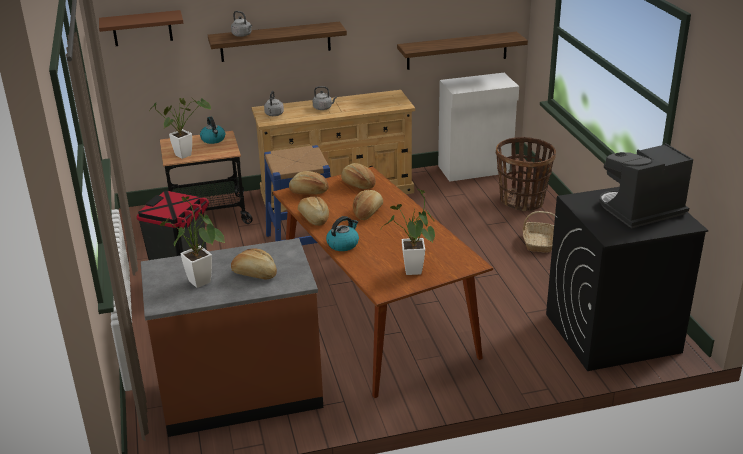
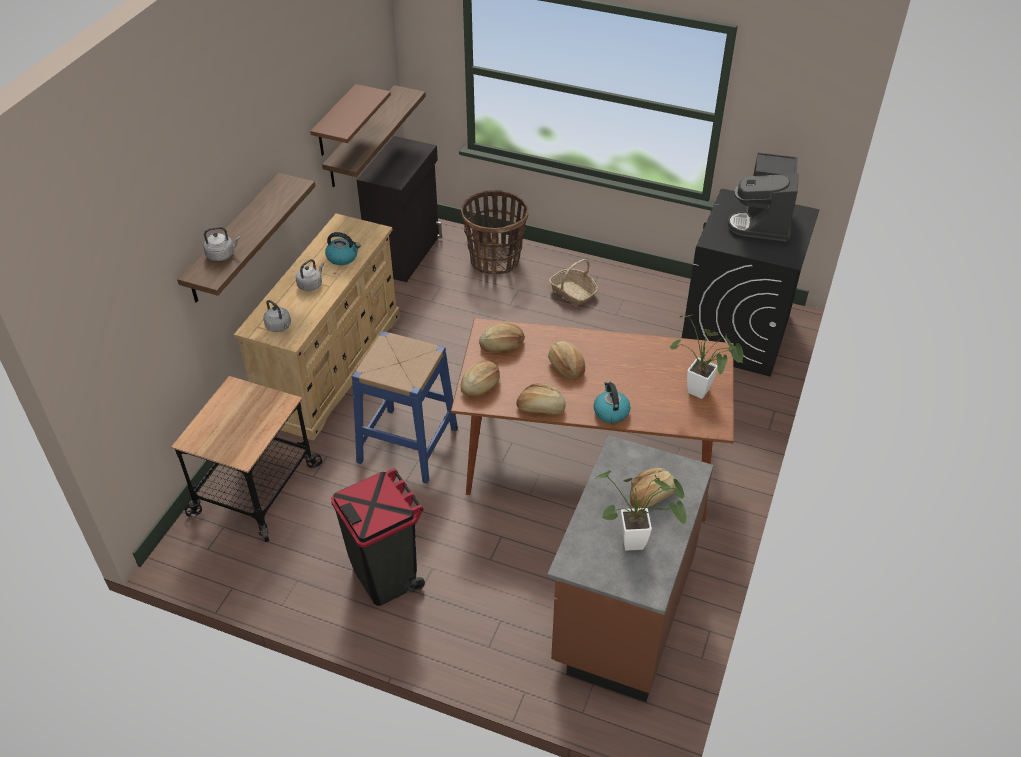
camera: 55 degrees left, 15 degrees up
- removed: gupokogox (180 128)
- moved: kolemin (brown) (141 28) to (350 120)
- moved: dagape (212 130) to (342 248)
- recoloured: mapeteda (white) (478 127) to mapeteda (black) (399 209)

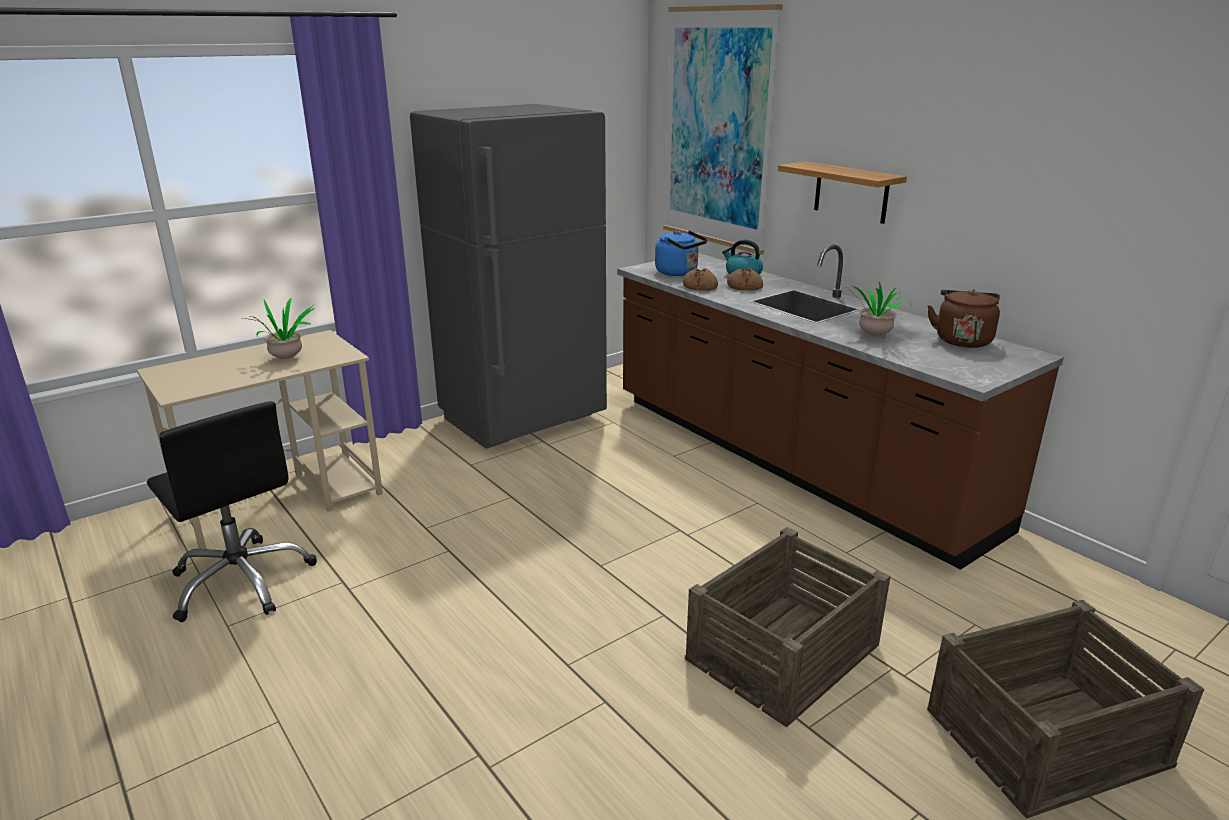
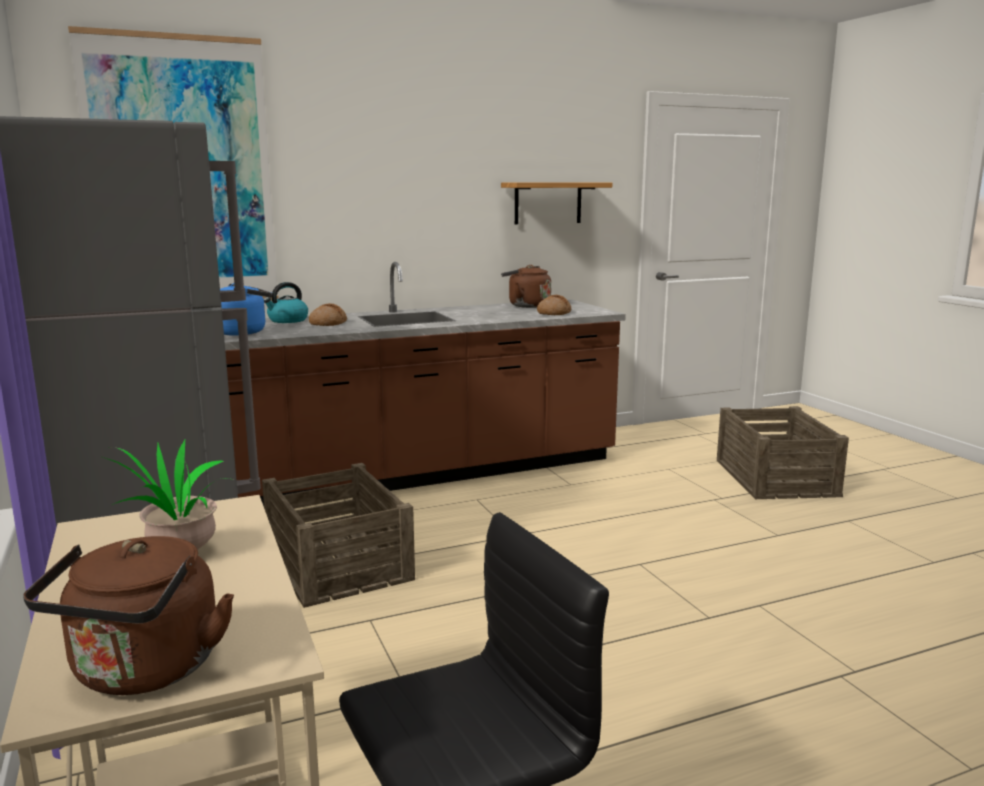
camera: 75 degrees left, 10 degrees down
- removed: gupokogox (877 309)
- added: dagape (brown) (128 615)
- moved: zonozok (700 279) to (554 305)
- moved: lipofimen (788 627) to (338 535)
- moved: kolemin (842 192) to (557 203)

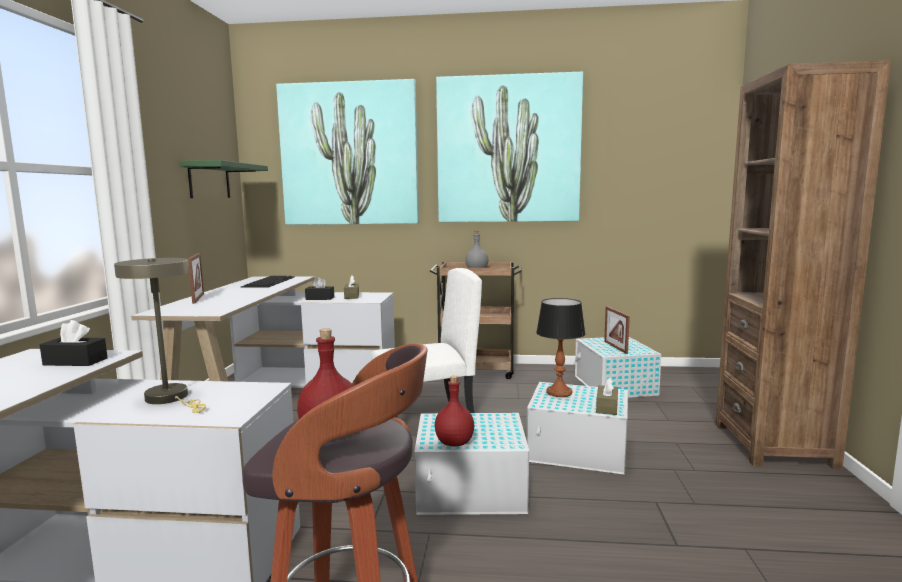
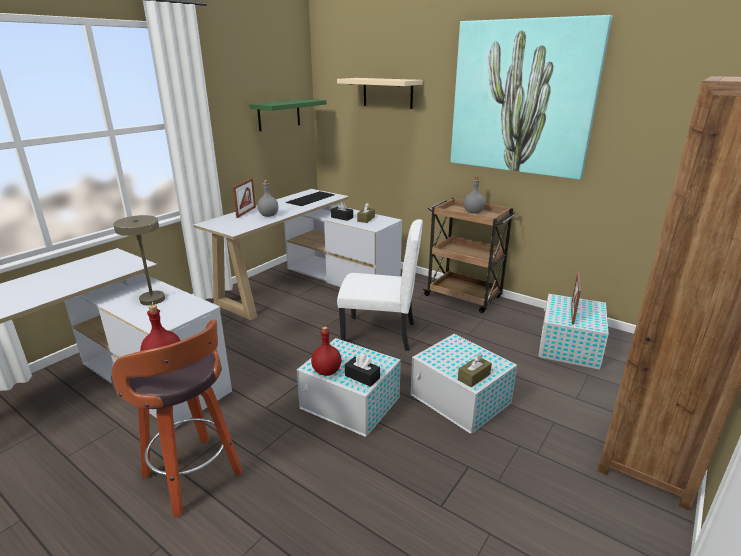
camera: 30 degrees right, 15 degrees up
- removed: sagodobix (560 347)
- added: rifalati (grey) (268 198)
- moved: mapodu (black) (74 343) to (362 370)
- replaced: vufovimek (347 152) to kolemin (beige) (380 93)

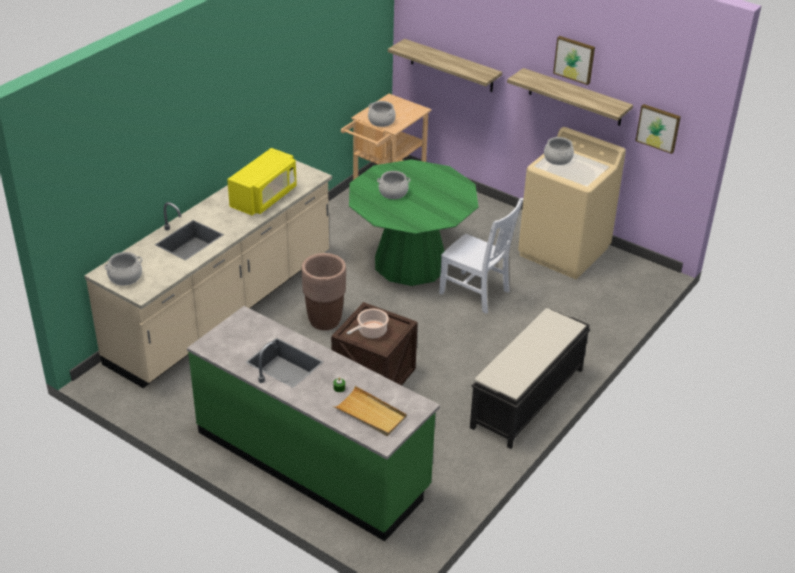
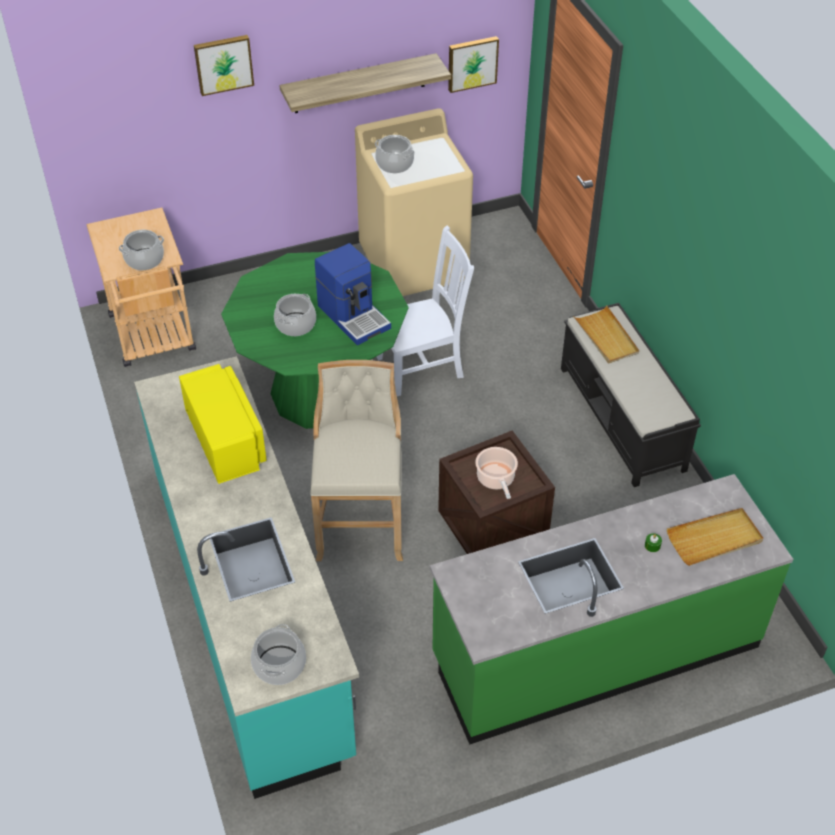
camera: 55 degrees left, 10 degrees up
- removed: kolemin (445 65)
- added: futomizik (353 294)
- added: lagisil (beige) (606 334)
- moved: vufovimek (574 60) to (224 65)
- replaced: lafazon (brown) (324 291) to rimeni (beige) (356 460)
- recoloured: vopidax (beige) (208 274) to vopidax (turquoise) (246 577)

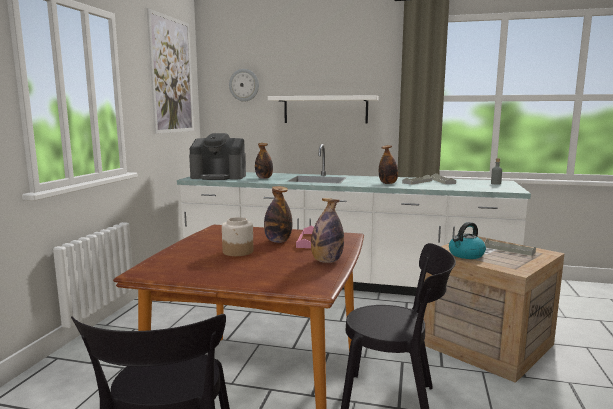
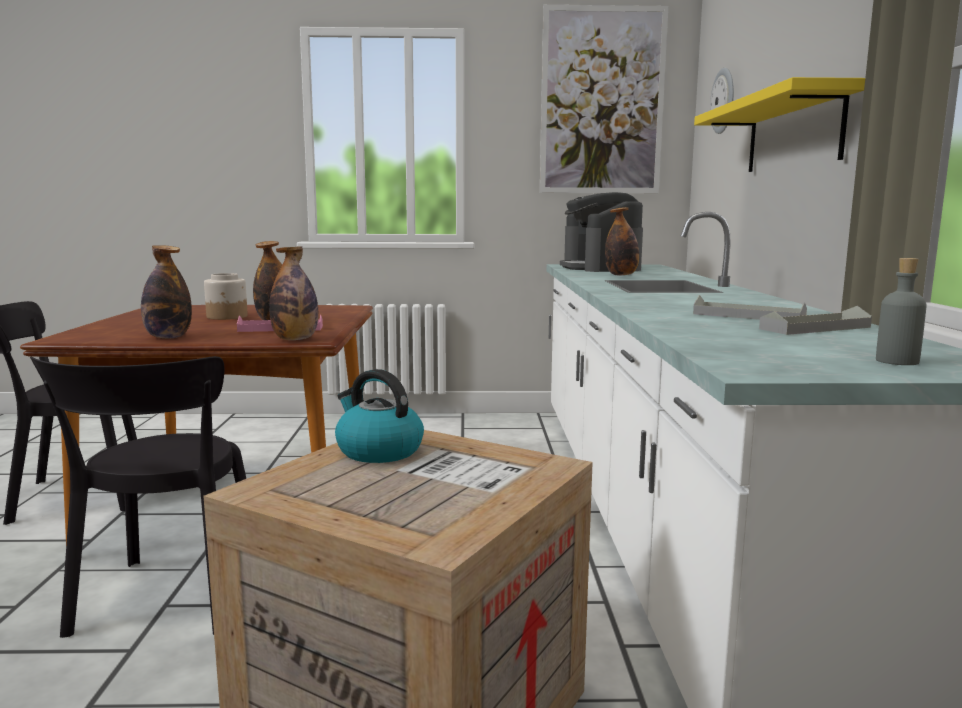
camera: 75 degrees right, 0 degrees up
- removed: lagisil (grey) (510 247)
- moved: rifalati (388 164) to (293 293)
- recoloured: kolemin (white) (323 109) to kolemin (yellow) (779 124)

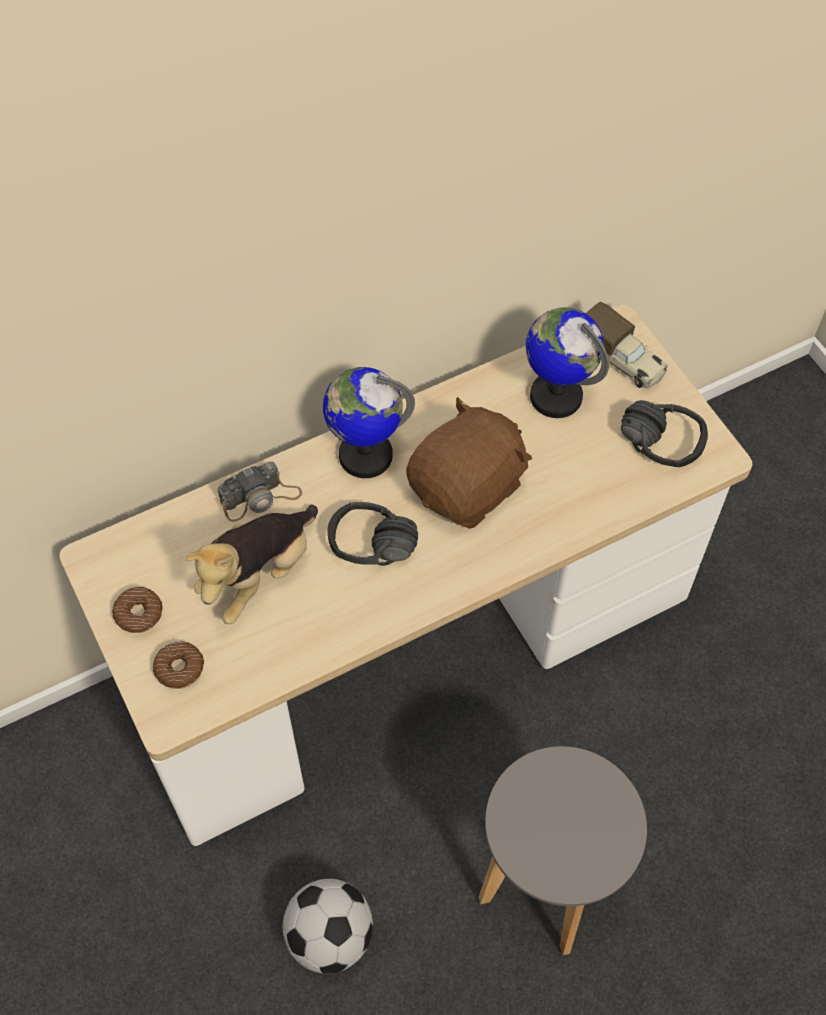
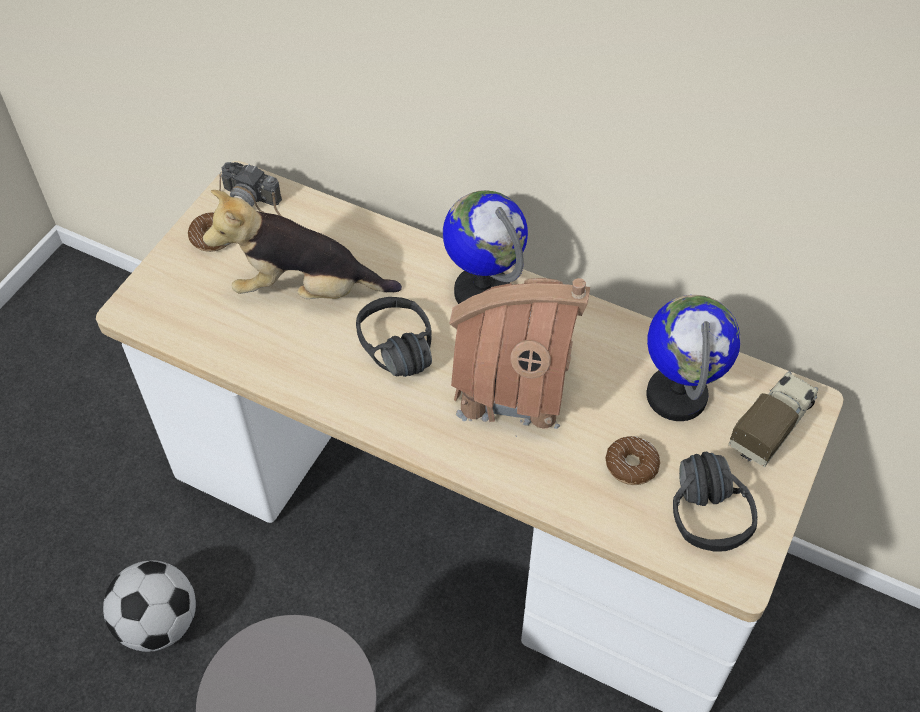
camera: 55 degrees right, 5 degrees down
- moved: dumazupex (178 665) to (633 460)
- moved: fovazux (259 492) to (250 189)
- replaced: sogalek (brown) (469 463) to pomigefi (519 357)
- turned: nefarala (627 345) = (773 419) 150 degrees counterclockwise

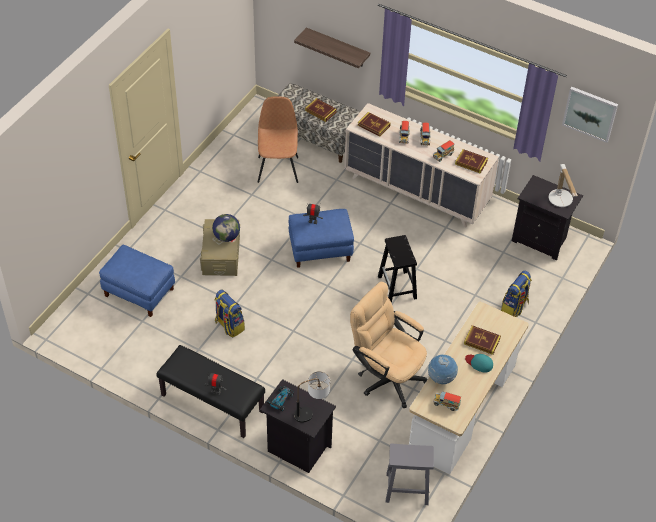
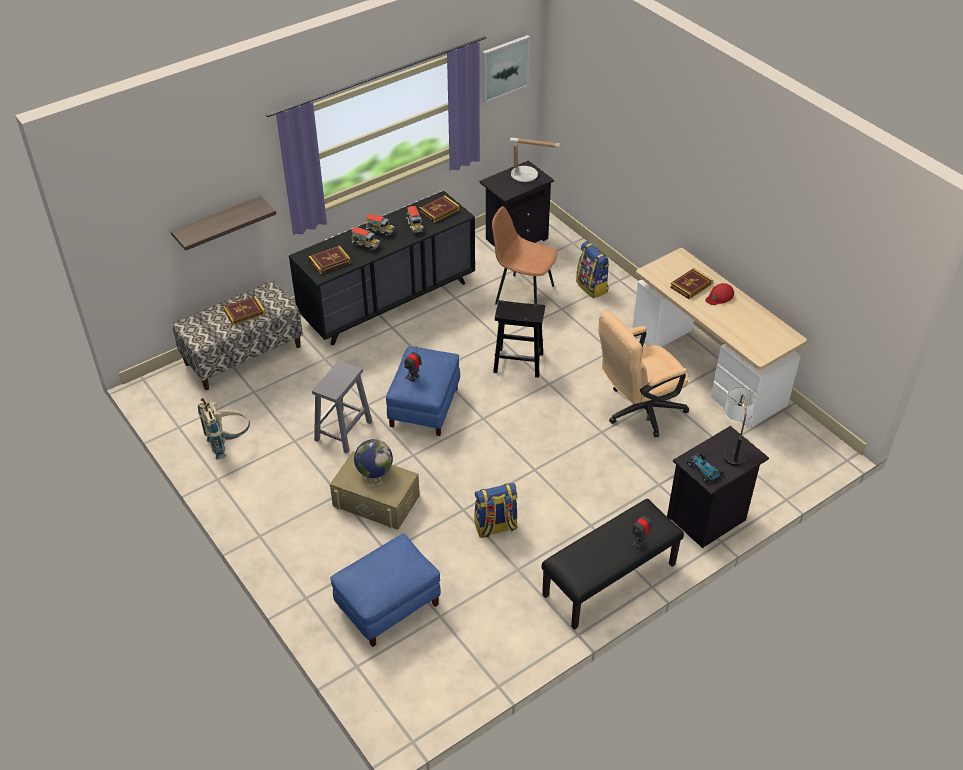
camera: 65 degrees left, 5 degrees down
- removed: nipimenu (443 370)
- removed: nefarala (447 401)
- added: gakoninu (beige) (224 429)
- moved: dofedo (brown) (278 140) to (524 255)
- moved: rimeni (grey) (410 474) to (342 406)
- recoloured: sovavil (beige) (421 165) to sovavil (black) (382 268)
- recoloured: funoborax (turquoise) (479 363) to funoborax (red) (719 294)

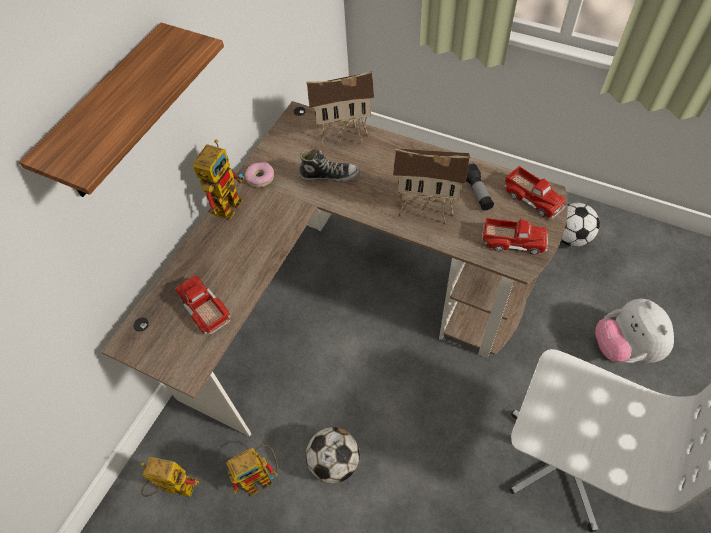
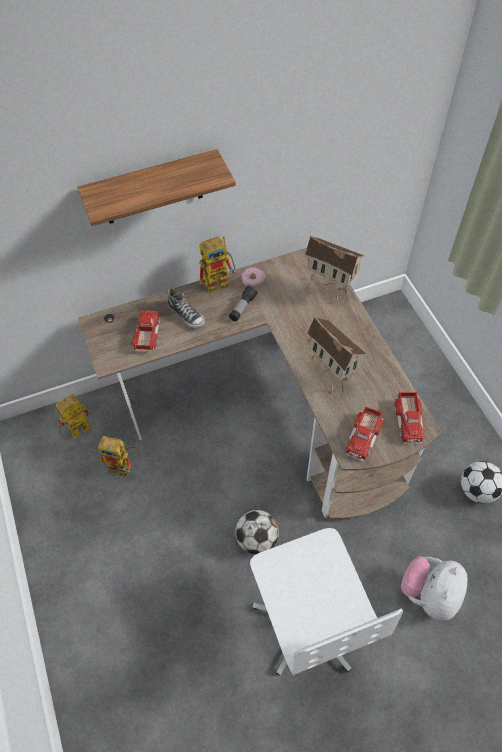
camera: 40 degrees right, 0 degrees up
- moved: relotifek (329 166) to (186 308)
- moved: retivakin (333 455) to (257 532)
- moved: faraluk (480 187) to (243 303)
- turned: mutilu (169 477) = (73 416) 90 degrees counterclockwise
- turned: nefarala (515 236) = (365 434) 60 degrees clockwise

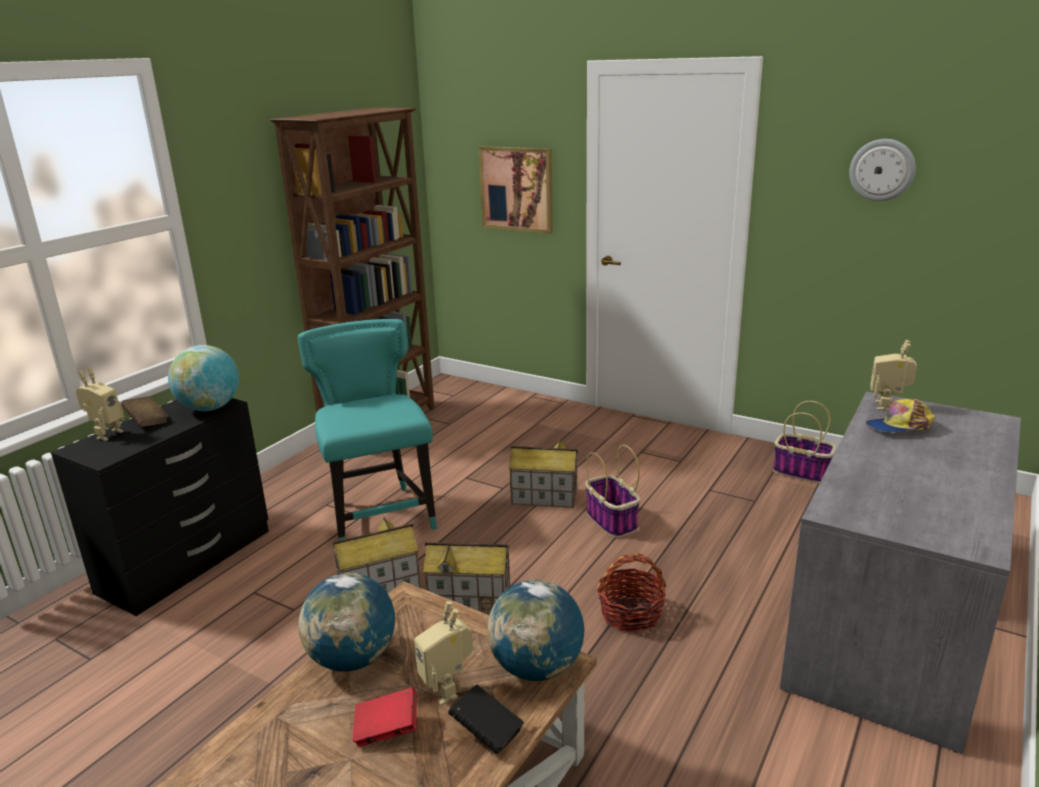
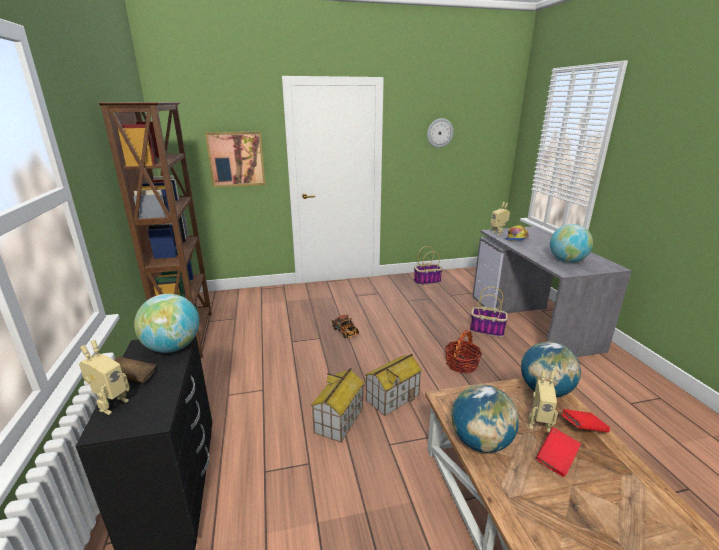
camera: 45 degrees left, 0 degrees up
- removed: dofedo (turquoise) (367 429)
- added: nipimenu (571 243)
- moved: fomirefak (612 491) to (489 312)
- replaced: pomigefi (543 473) to nefarala (345 326)
- recoloured: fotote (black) (486 719) to fotote (red) (585 421)
- turned: mutilu (100 404) = (104 377) 45 degrees clockwise

